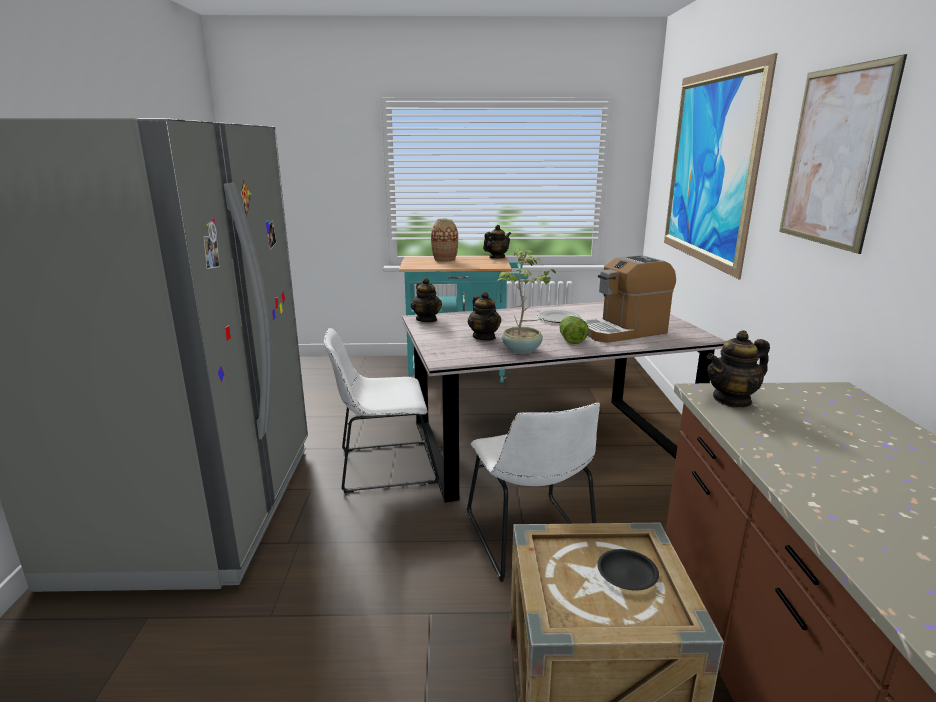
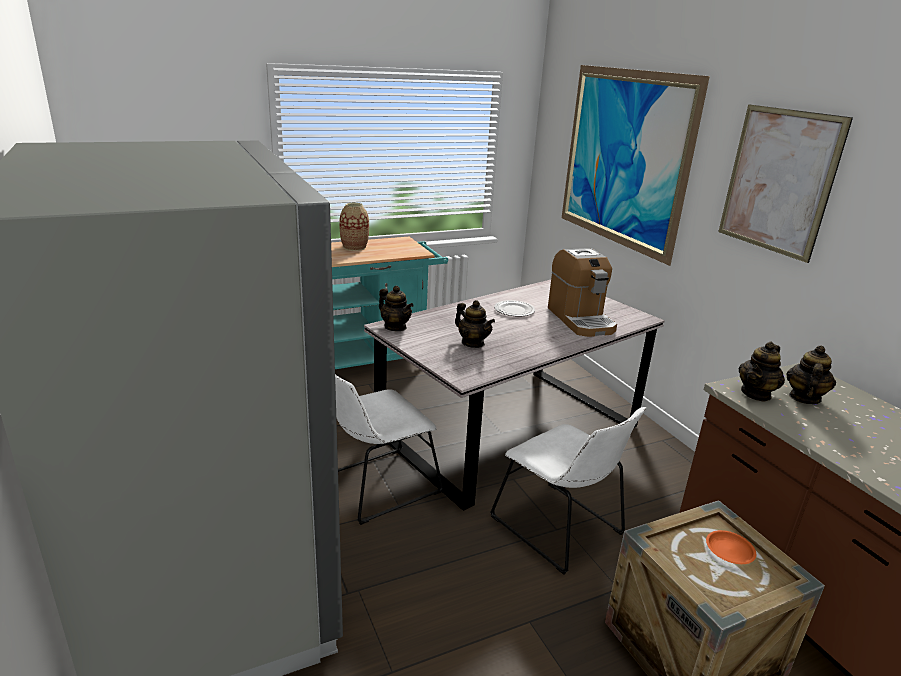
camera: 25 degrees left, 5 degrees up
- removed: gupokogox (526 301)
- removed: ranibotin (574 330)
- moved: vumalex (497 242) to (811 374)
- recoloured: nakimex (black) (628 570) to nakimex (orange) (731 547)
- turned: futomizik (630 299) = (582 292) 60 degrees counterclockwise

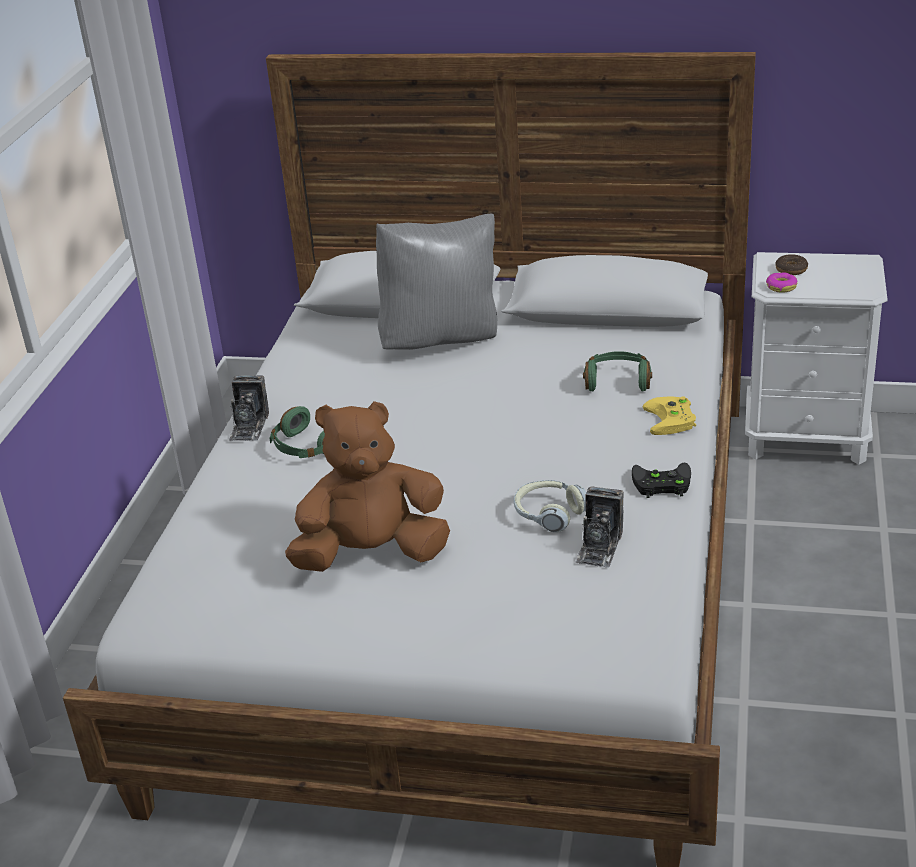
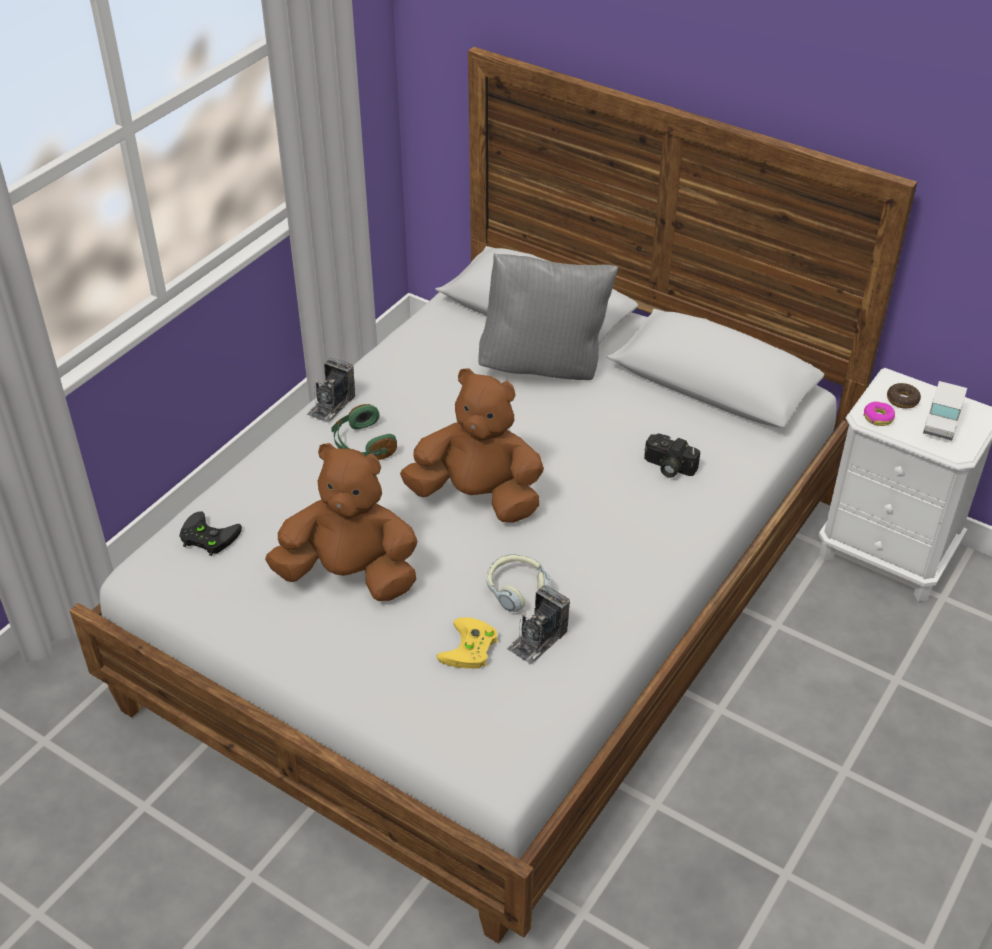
camera: 20 degrees right, 10 degrees up
- added: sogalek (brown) (472 445)
- added: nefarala (945 411)
- moved: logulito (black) (661 480) to (210 533)
- moved: logulito (yellow) (669 415) to (467 642)
- replaced: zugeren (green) (617 371) to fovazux (672 455)

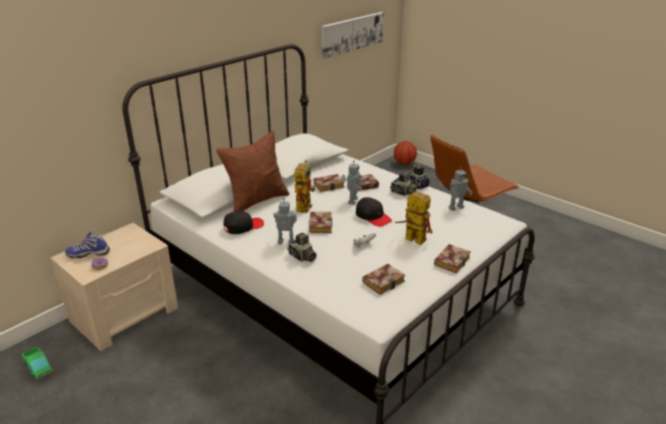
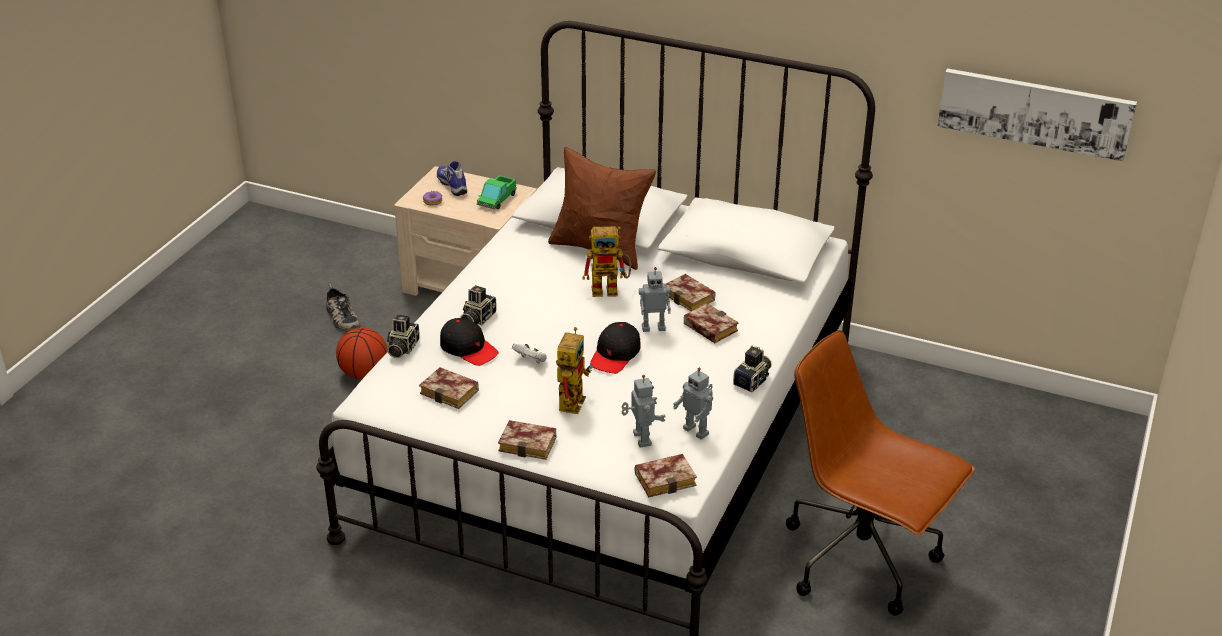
camera: 70 degrees right, 5 degrees up
- added: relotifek (343 308)
- moved: nefarala (38 363) to (497 192)
- moved: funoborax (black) (244 222) to (469 342)
- moved: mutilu (285 221) to (643 411)
- moved: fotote (320 222) to (666 475)
- moved: fovazux (403 184) to (403 336)
- moved: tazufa (405 153) to (362 353)

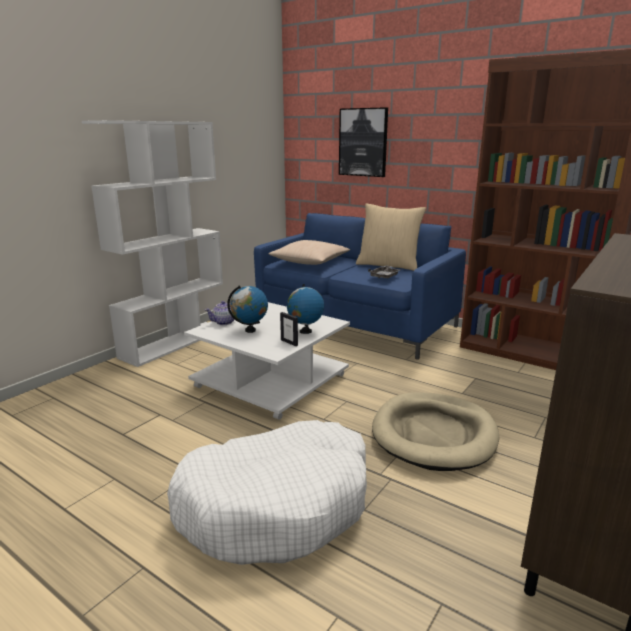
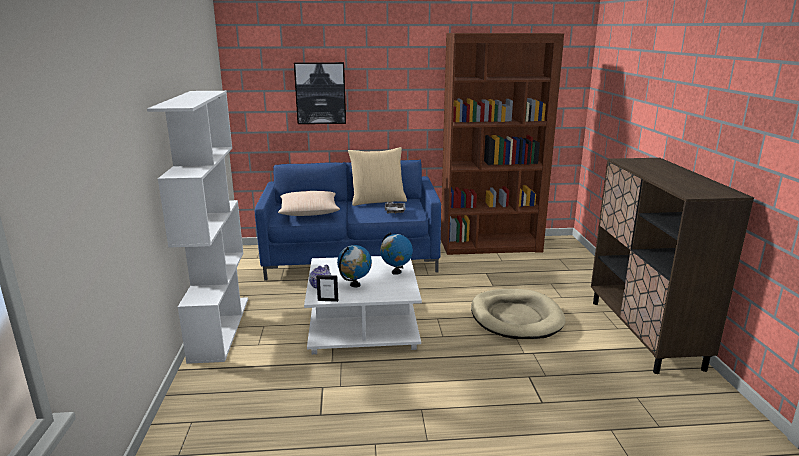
camera: 40 degrees left, 0 degrees up
- removed: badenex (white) (267 492)
- moved: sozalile (289 329) to (327 288)

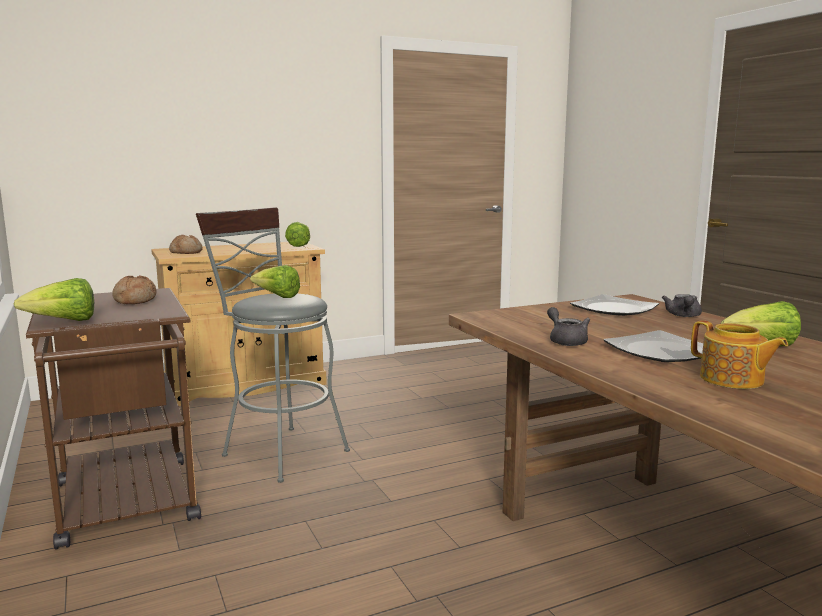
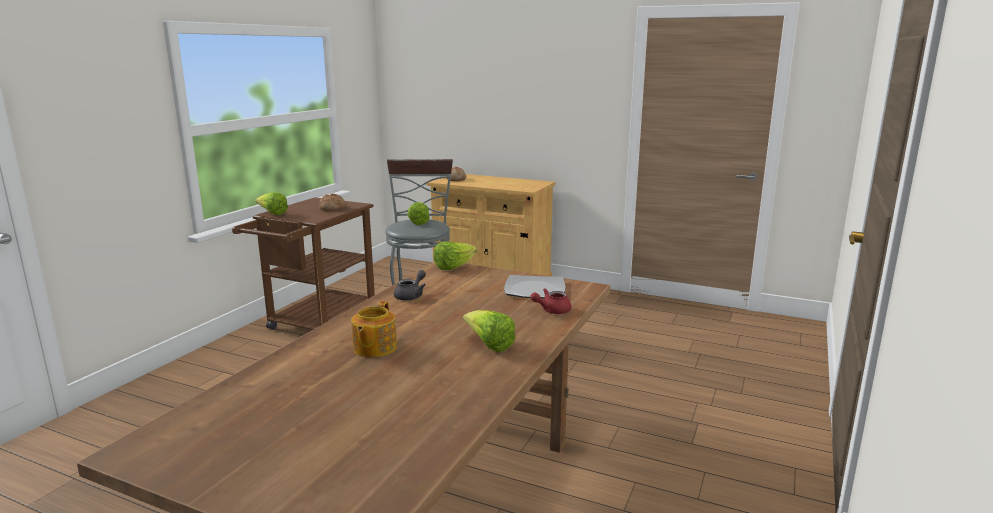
camera: 50 degrees right, 5 degrees up
- removed: nakimex (653 346)
- moved: ranibotin (297 234) to (455 256)
- recoloured: vumalex (grey) (682 305) to vumalex (red) (550 301)

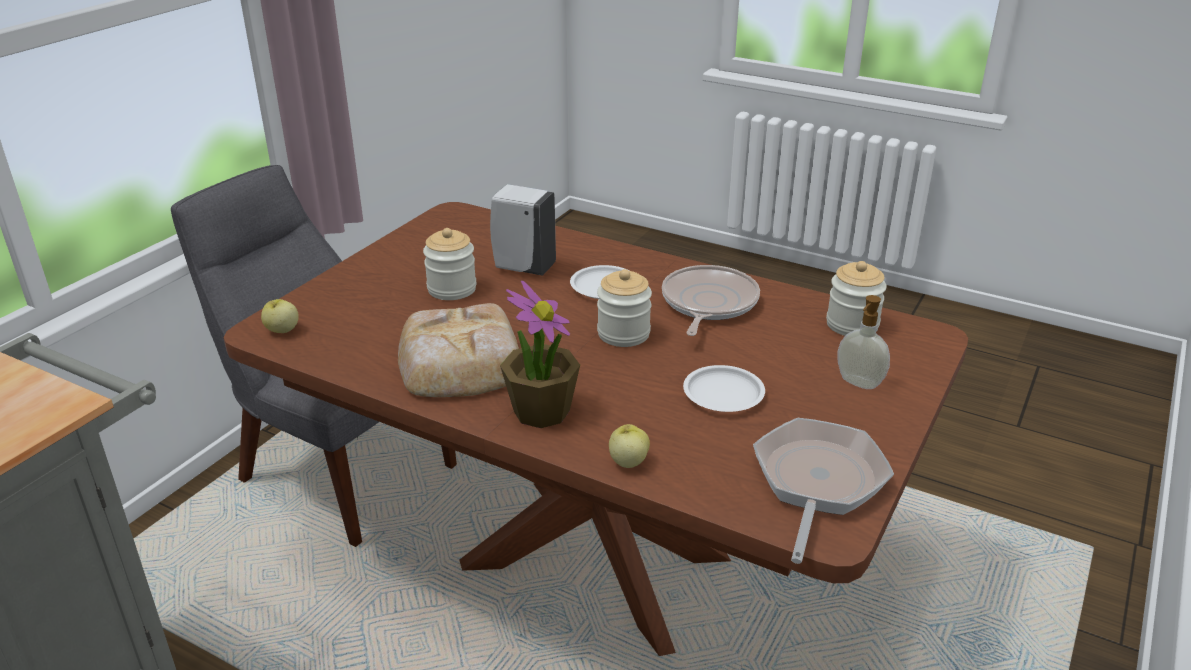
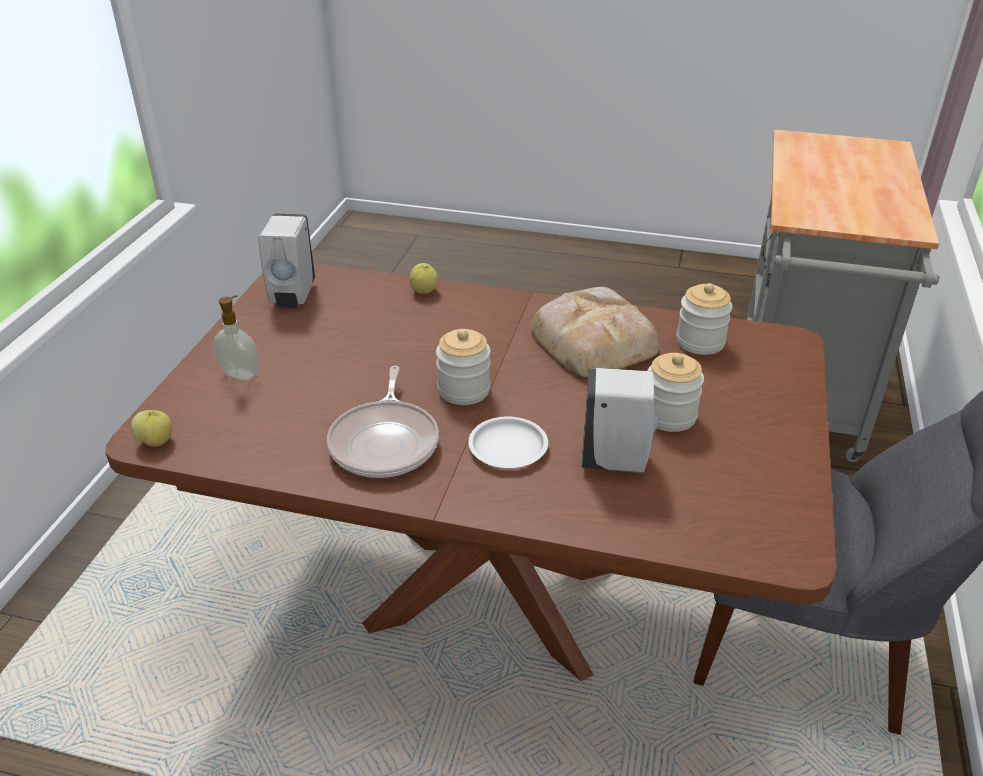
camera: 165 degrees right, 5 degrees up
- removed: gupokogox (540 354)
- removed: nakimex (white) (724 388)
- moved: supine (280 316) to (151 428)
- moved: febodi (856 298) to (704 319)
- replaced: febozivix (823 491) to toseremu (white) (286 261)

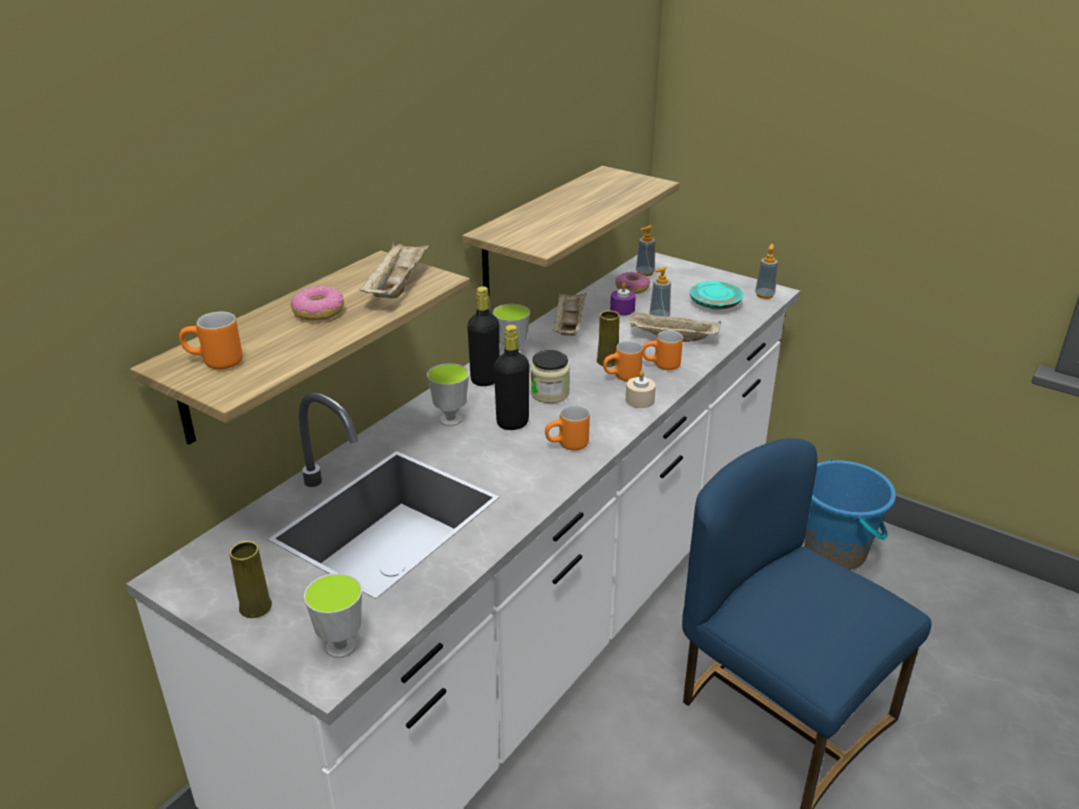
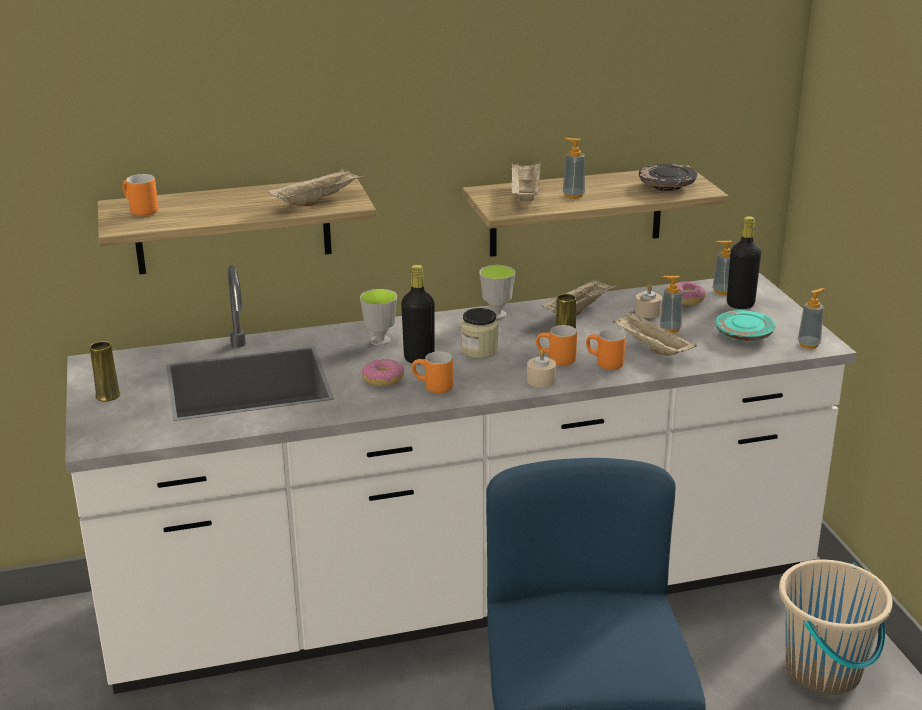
camera: 40 degrees right, 5 degrees down
- removed: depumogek (333 615)
- added: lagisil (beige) (526 181)
- added: toseremu (574 168)
- added: nakimex (black) (668 177)
- moved: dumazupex (317 303) to (383 373)
- moved: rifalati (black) (483 336) to (744 262)
- recoloured: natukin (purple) (623 299) to natukin (beige) (648 301)
- recoloured: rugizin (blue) (850 514) to rugizin (beige) (836 627)

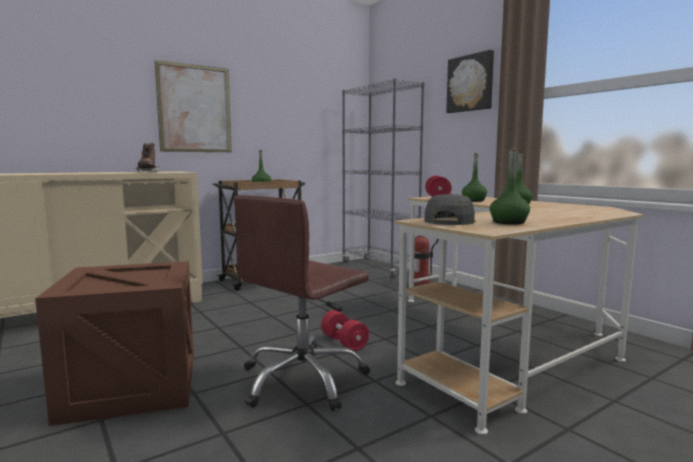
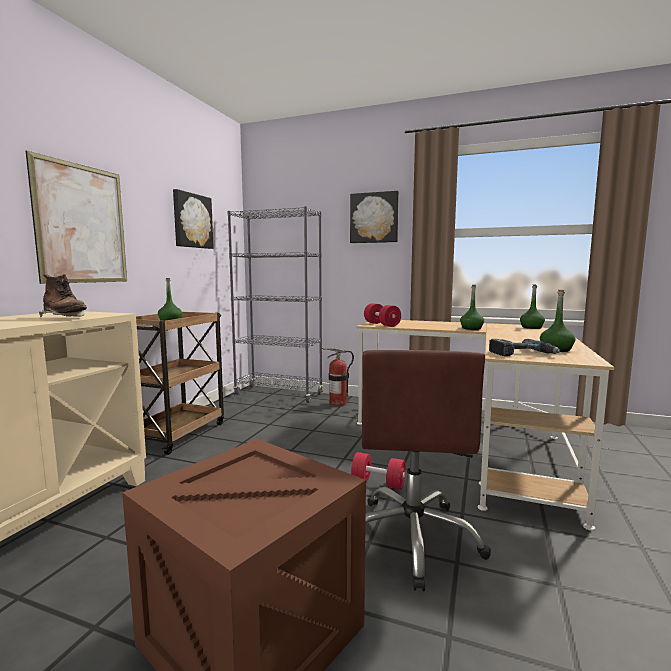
camera: 35 degrees left, 0 degrees up
- added: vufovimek (193 219)
- moved: rifalati (green) (474 177) to (532 306)
- replaced: funoborax (grey) (450 209) to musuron (524 347)

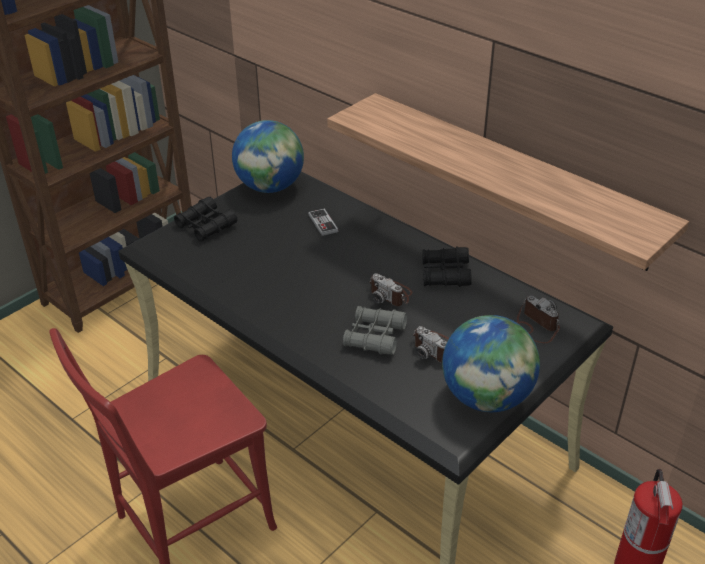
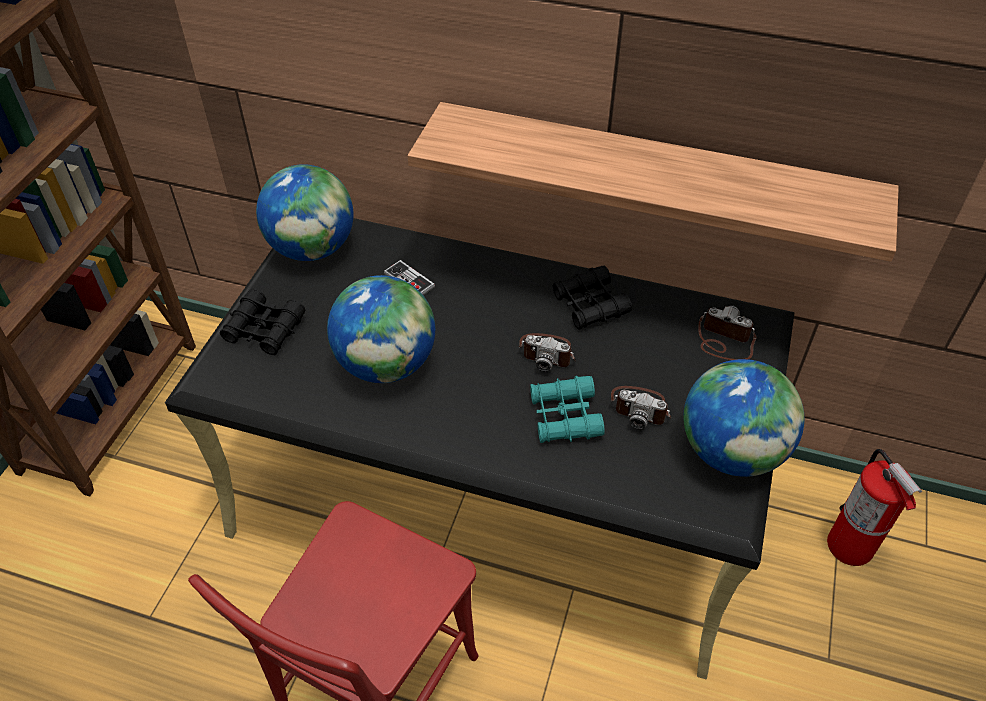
camera: 25 degrees left, 10 degrees up
- added: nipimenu (381 329)
- recoloured: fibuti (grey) (375 330) to fibuti (turquoise) (567 409)

